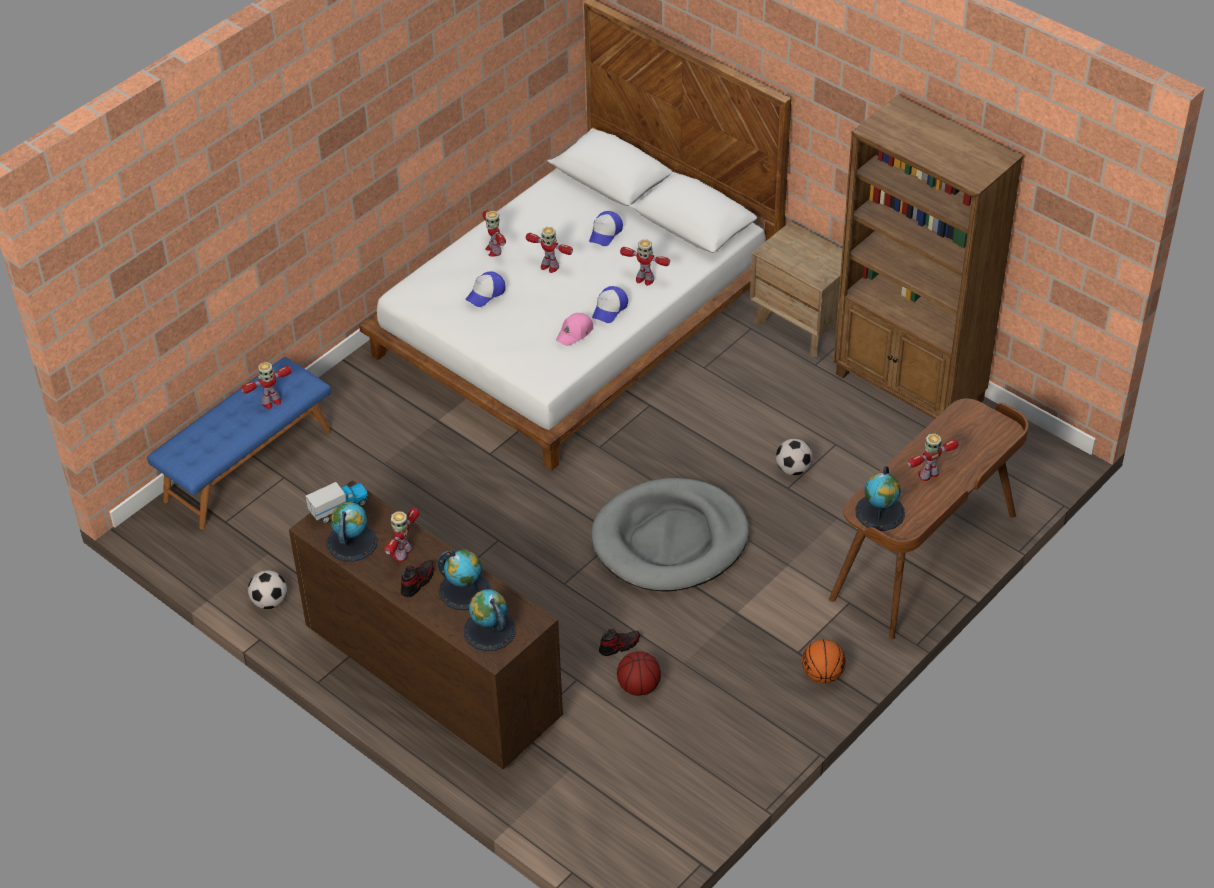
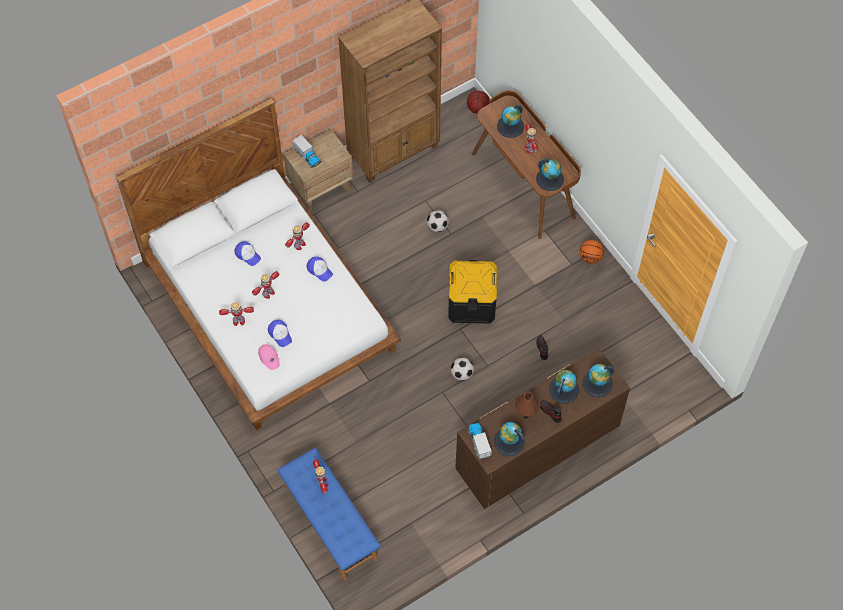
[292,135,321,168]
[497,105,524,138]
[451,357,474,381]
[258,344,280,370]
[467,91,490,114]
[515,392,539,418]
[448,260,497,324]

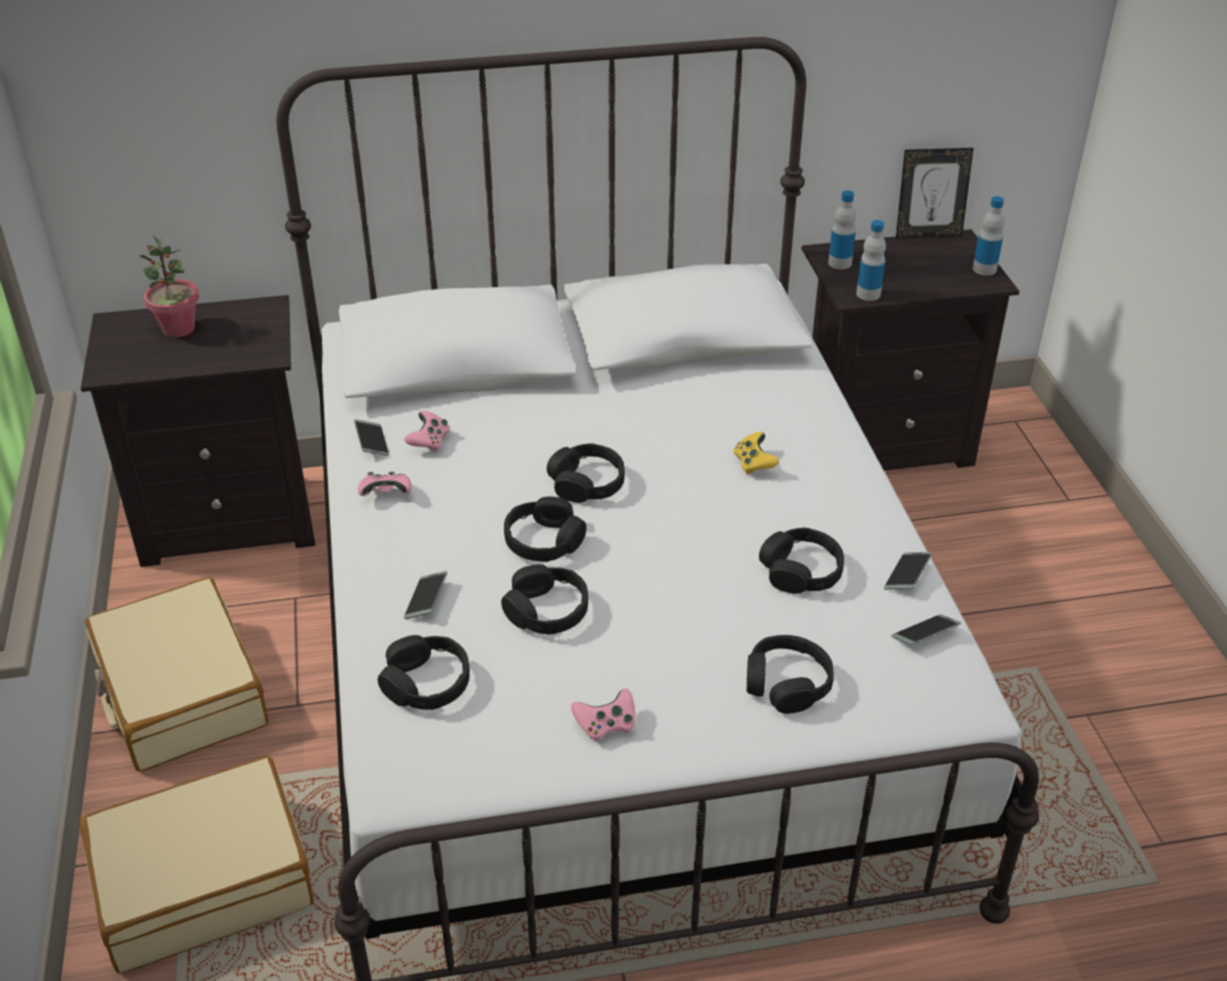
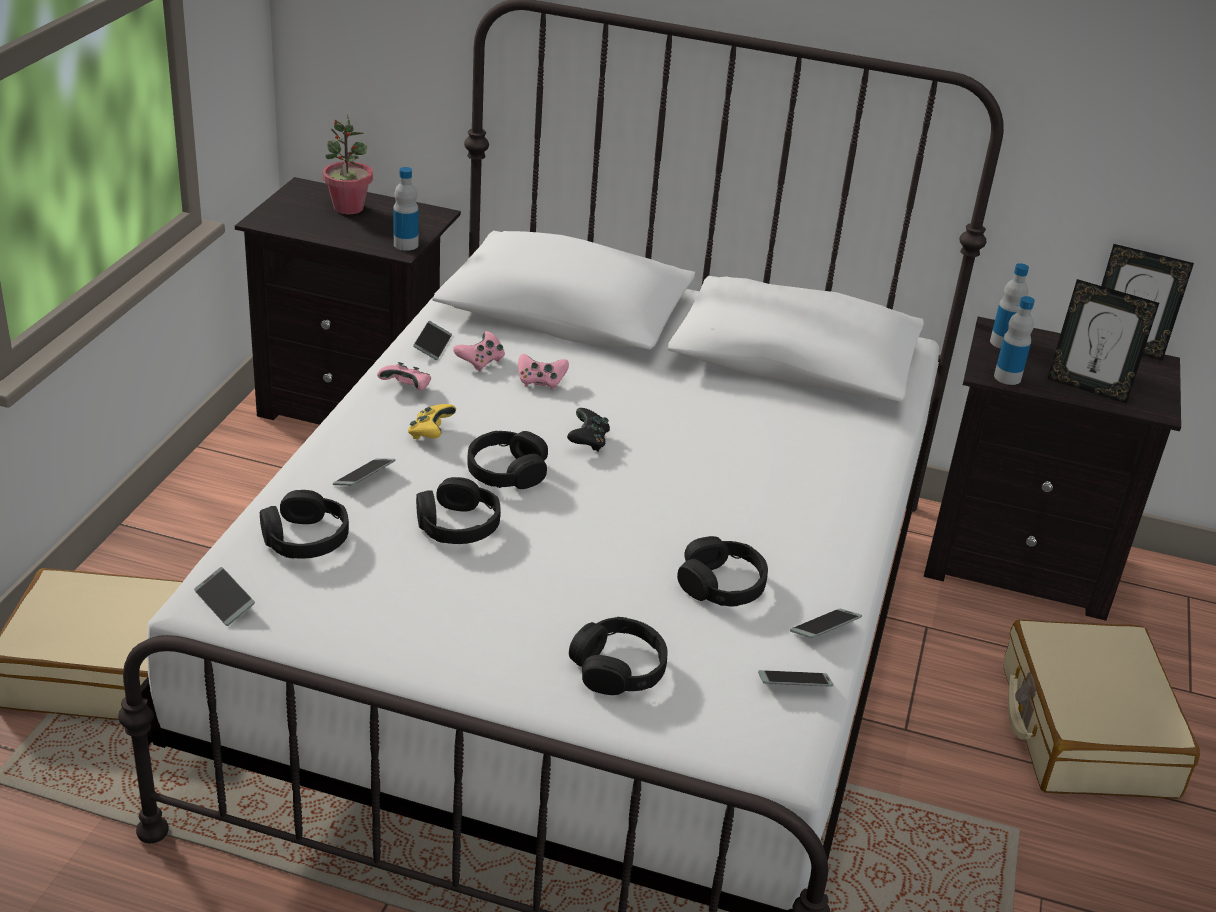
[194,567,255,626]
[1047,279,1159,404]
[1003,620,1200,799]
[518,354,569,390]
[408,404,456,440]
[393,167,418,251]
[567,408,610,451]

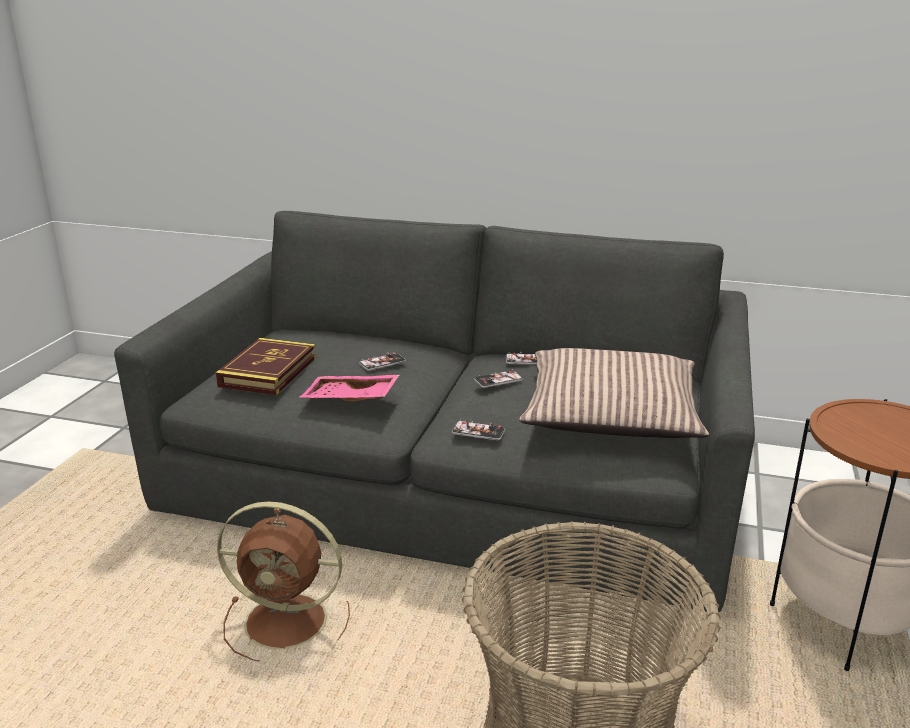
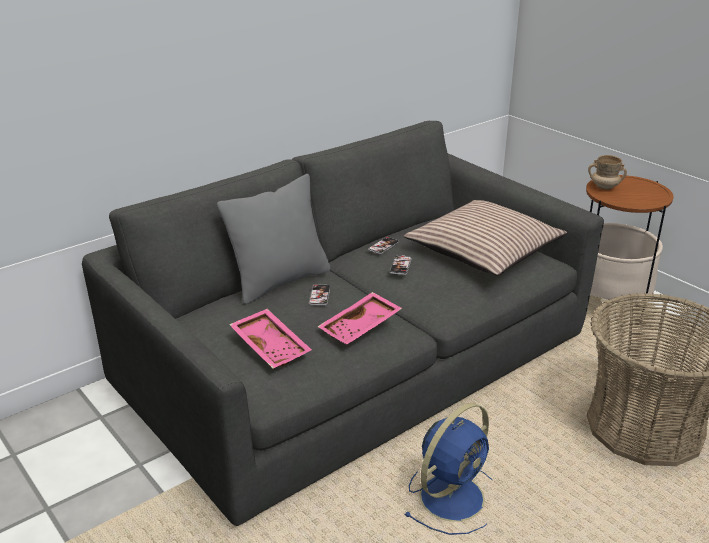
[452,420,505,440] (first image)
[217,174,330,304]
[588,155,627,190]
[229,309,312,368]
[404,403,492,535]

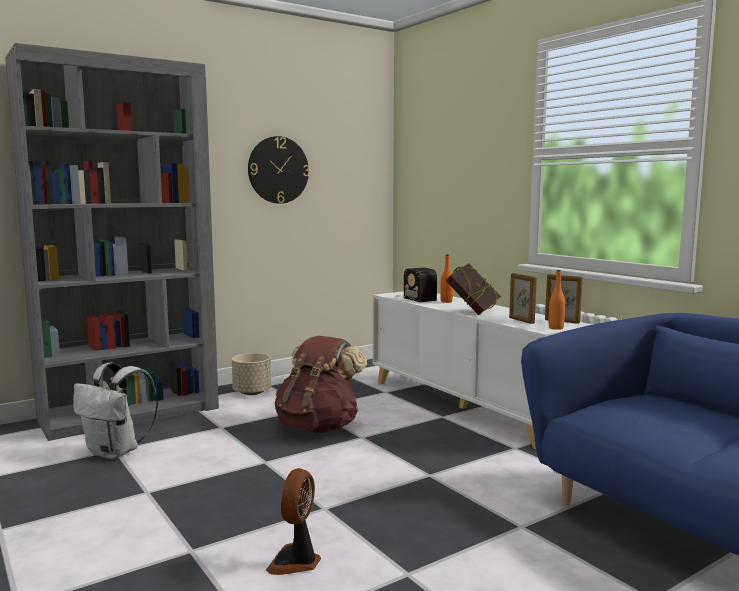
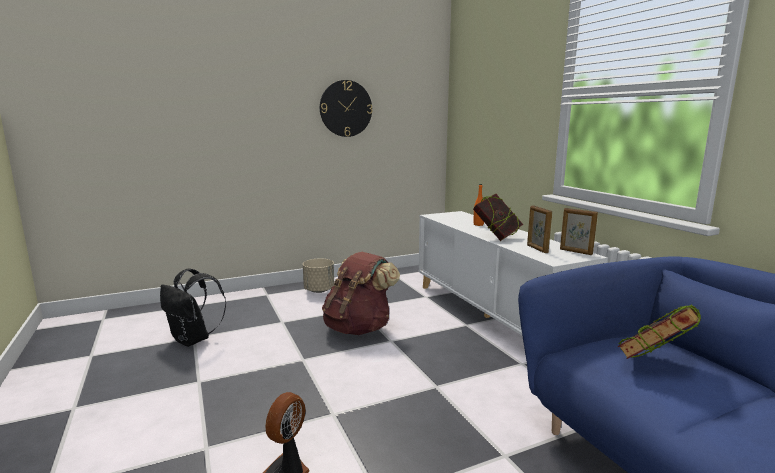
[5,43,219,441] (first image)
[396,268,437,302] (first image)
[549,270,565,330] (first image)
[618,305,701,359]
[160,268,226,347]

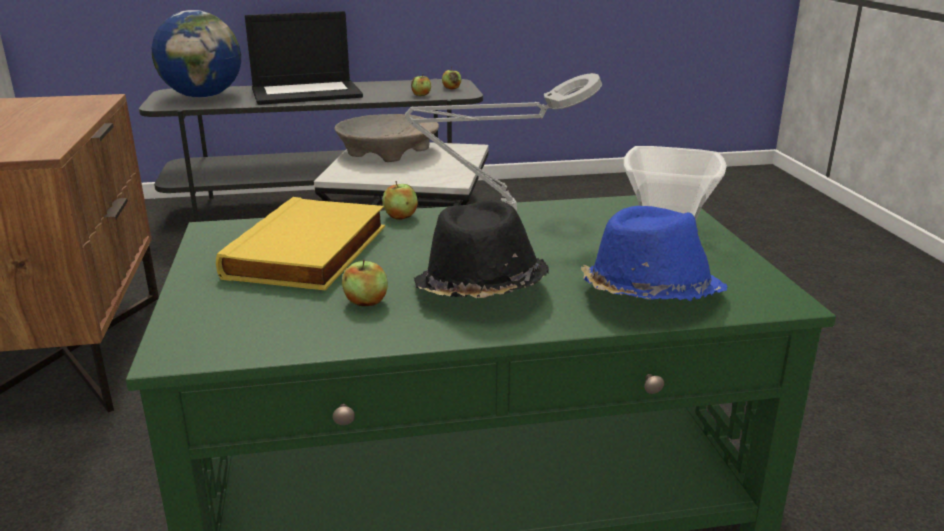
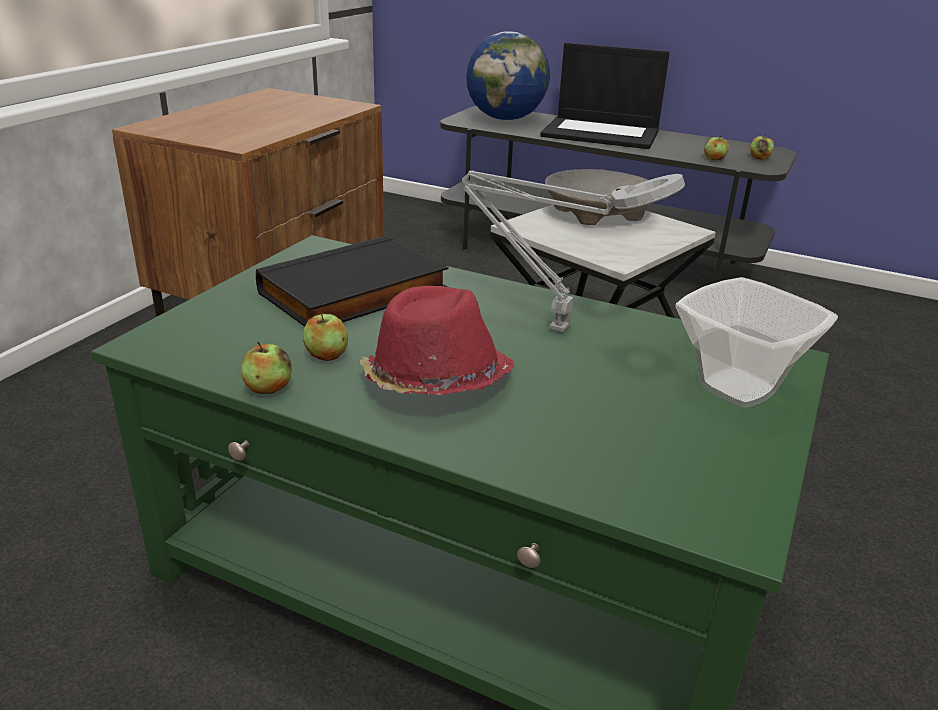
[581,206,727,301] (first image)
[241,342,292,394]
[256,235,449,327]
[359,286,514,396]

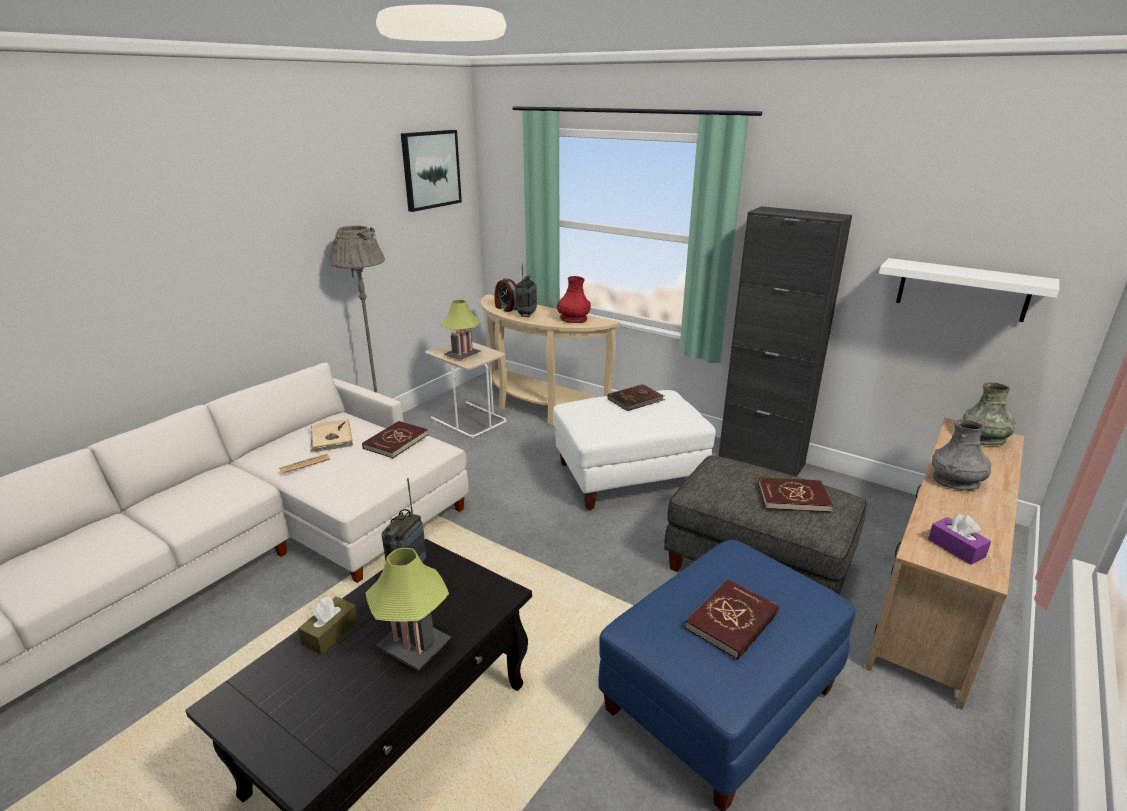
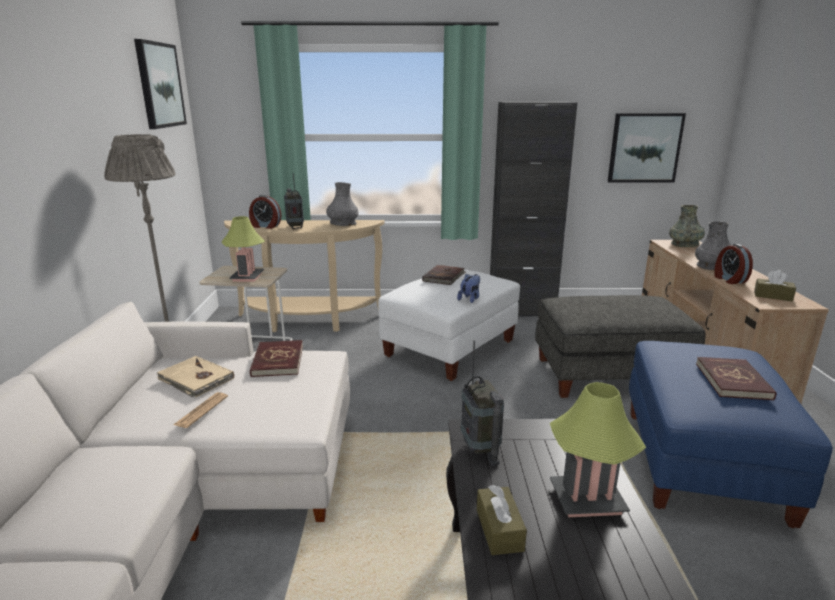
[758,477,833,512] (first image)
[457,274,480,303]
[714,244,753,284]
[608,113,686,183]
[326,182,358,226]
[754,270,796,301]

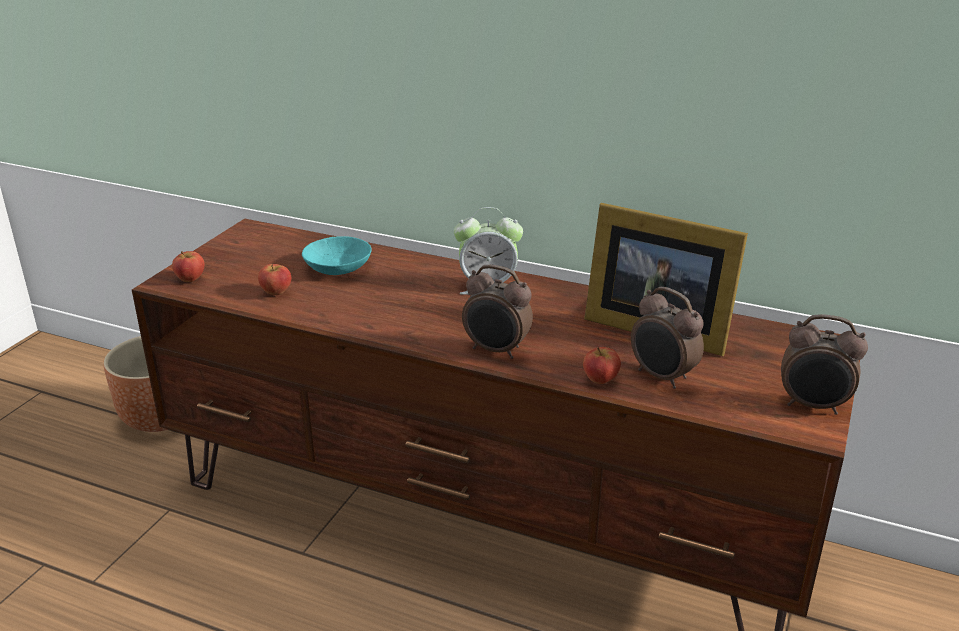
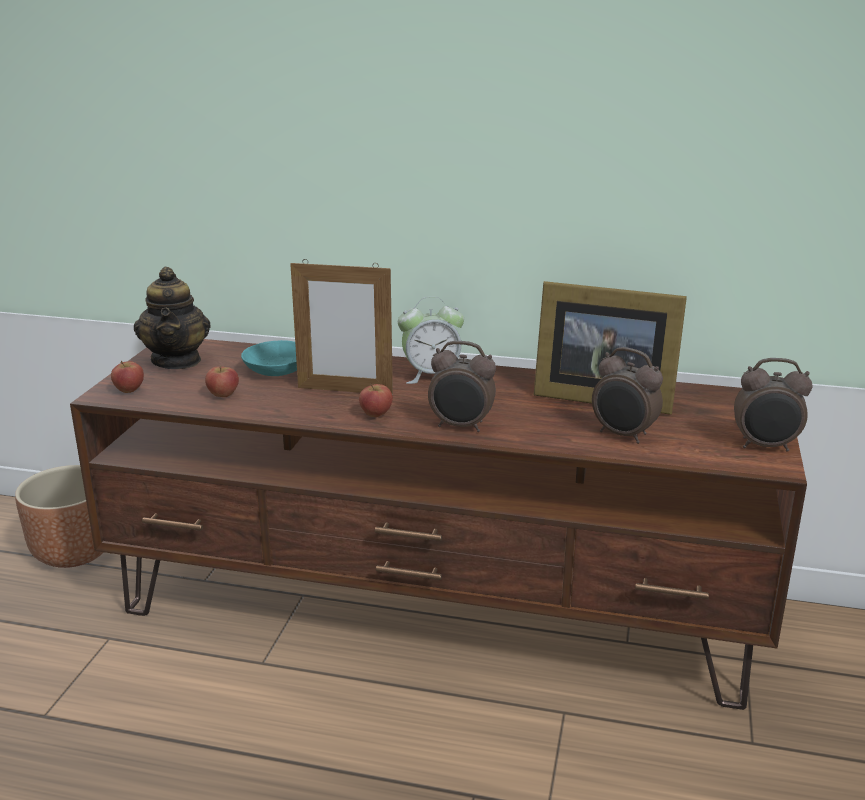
[134,267,210,369]
[290,259,393,395]
[359,383,393,417]

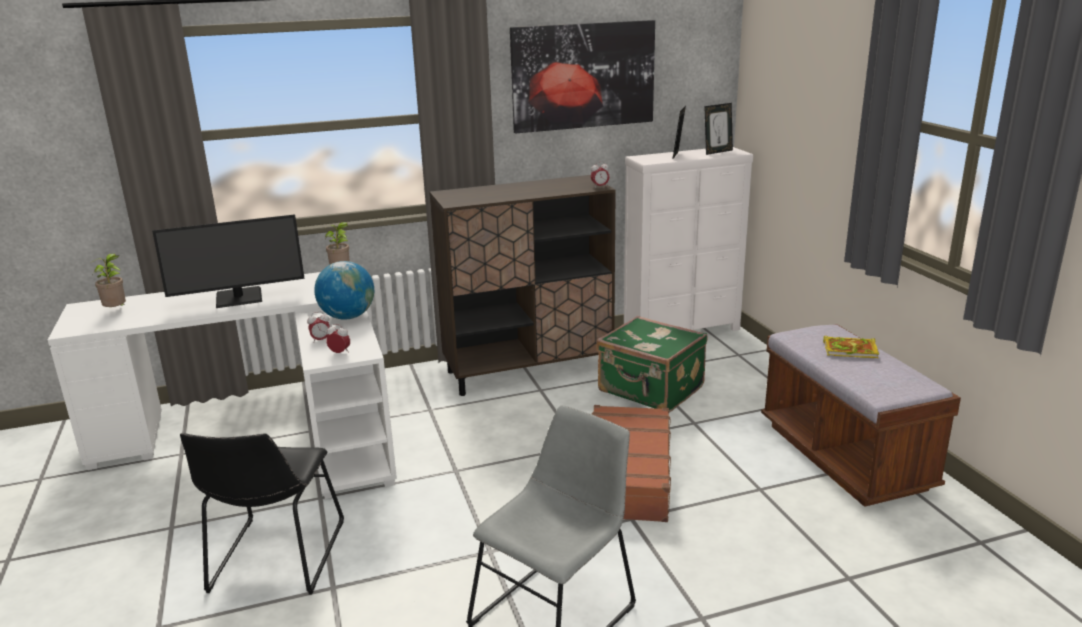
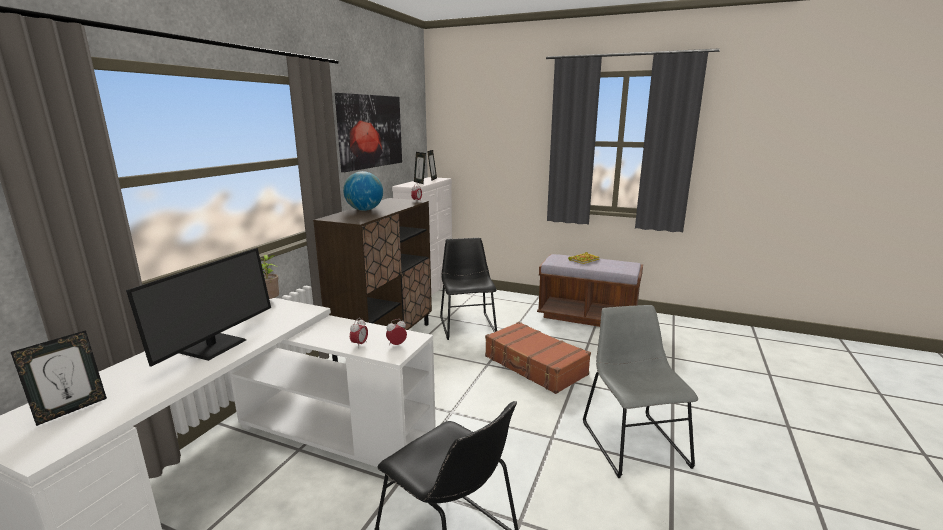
[343,171,383,211]
[11,330,107,426]
[440,238,497,340]

